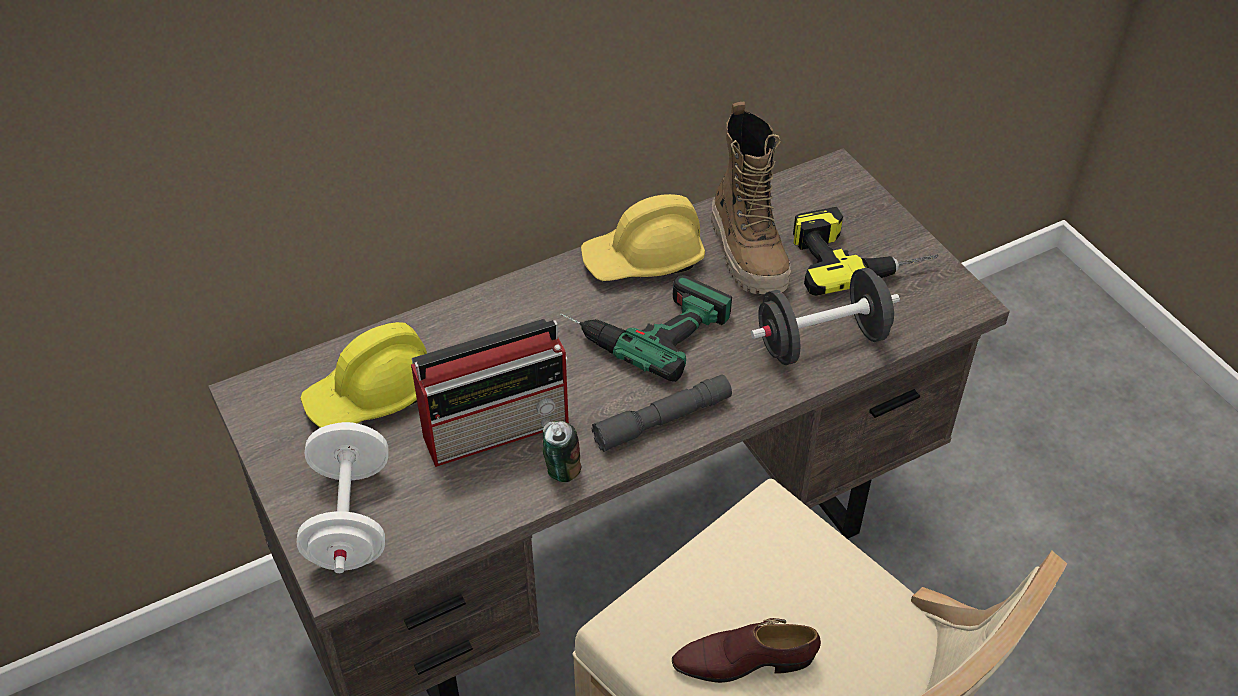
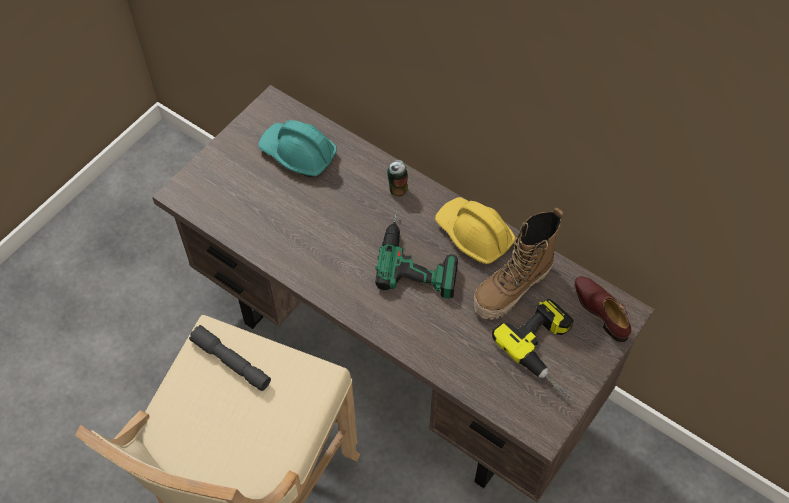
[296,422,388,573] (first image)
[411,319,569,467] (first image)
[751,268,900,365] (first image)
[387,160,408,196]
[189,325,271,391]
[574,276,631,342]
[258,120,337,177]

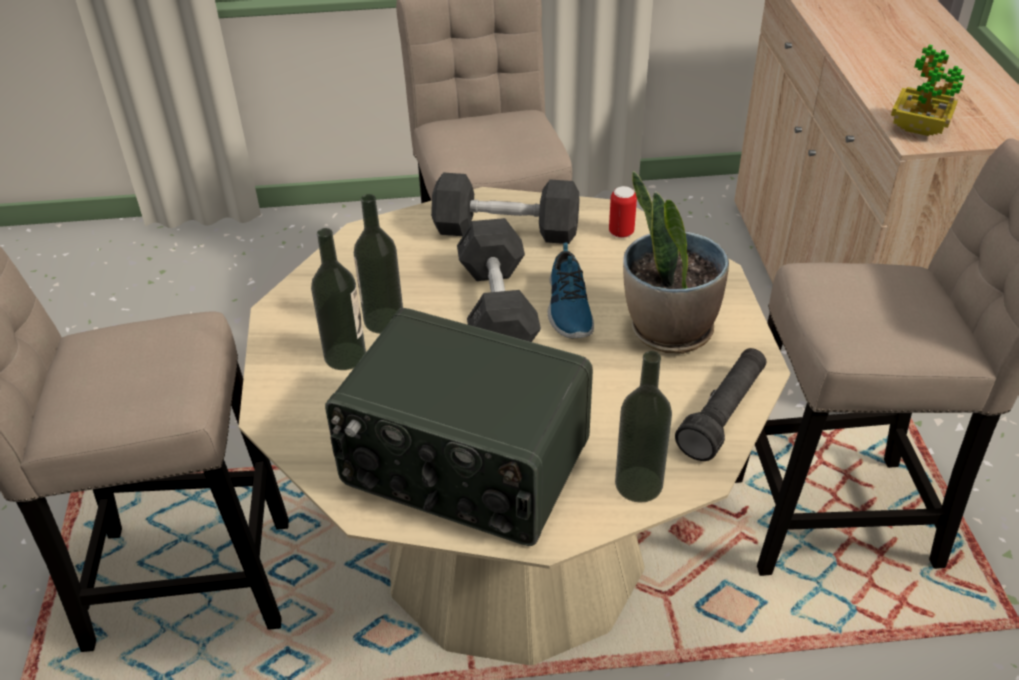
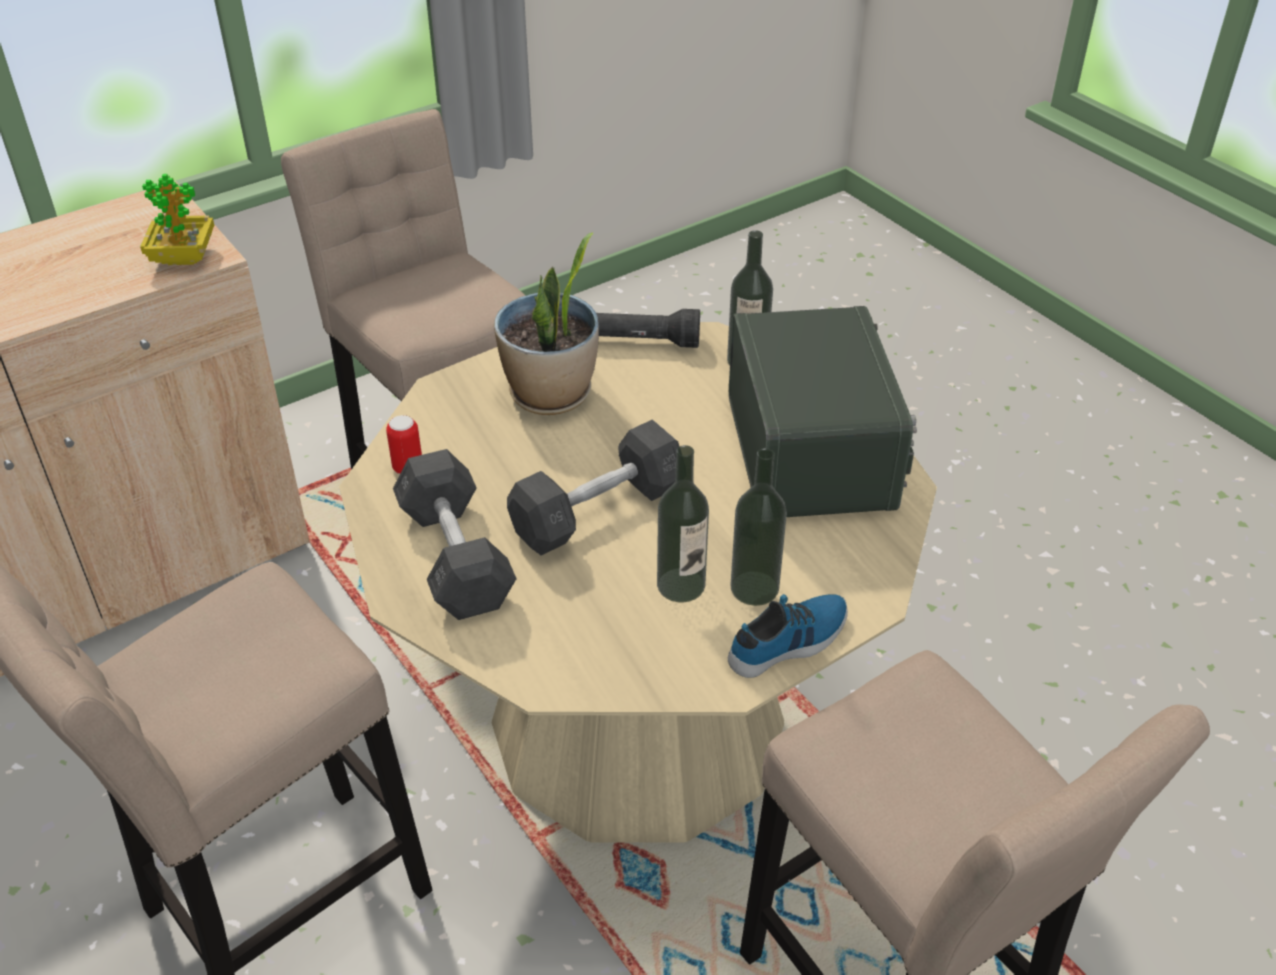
[728,594,848,678]

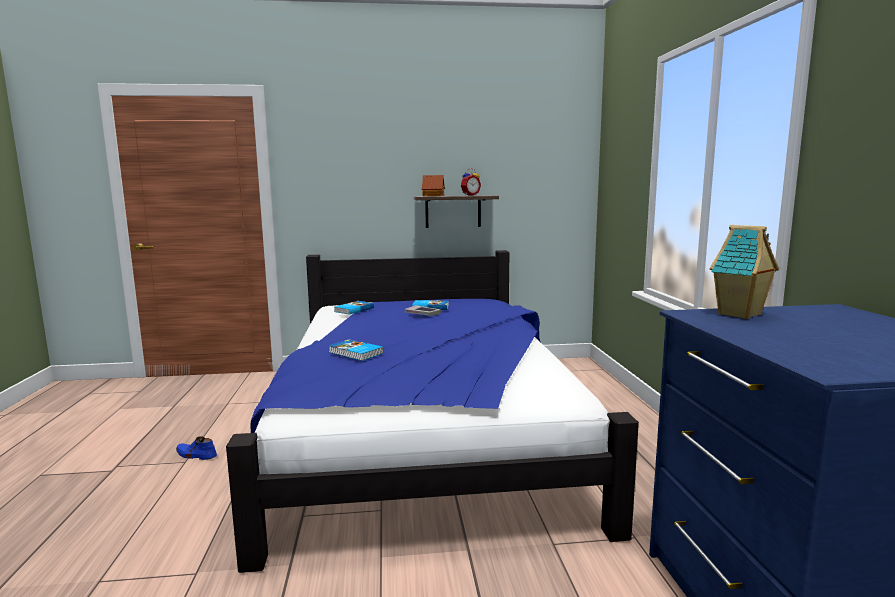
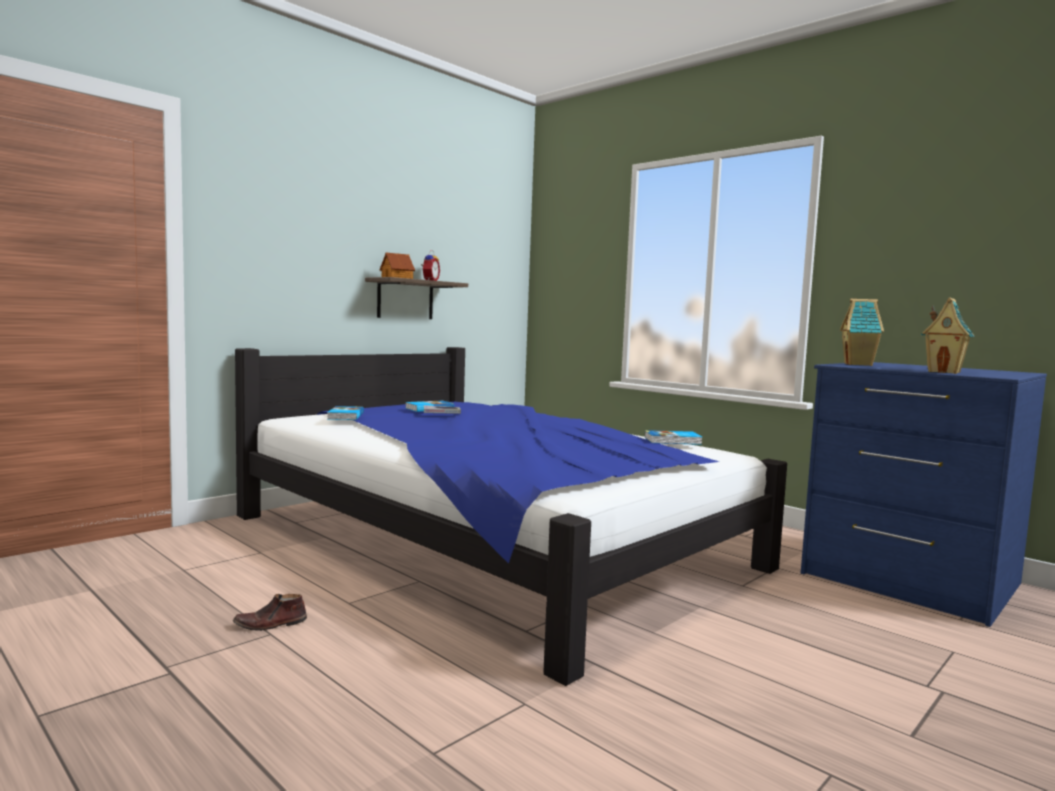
[921,297,975,374]
[645,430,702,445]
[233,594,307,631]

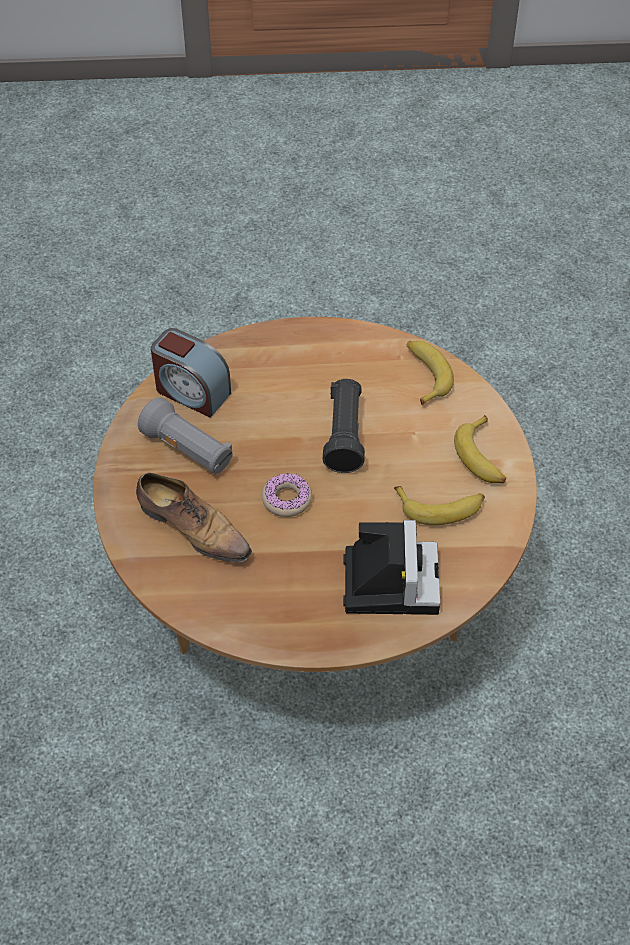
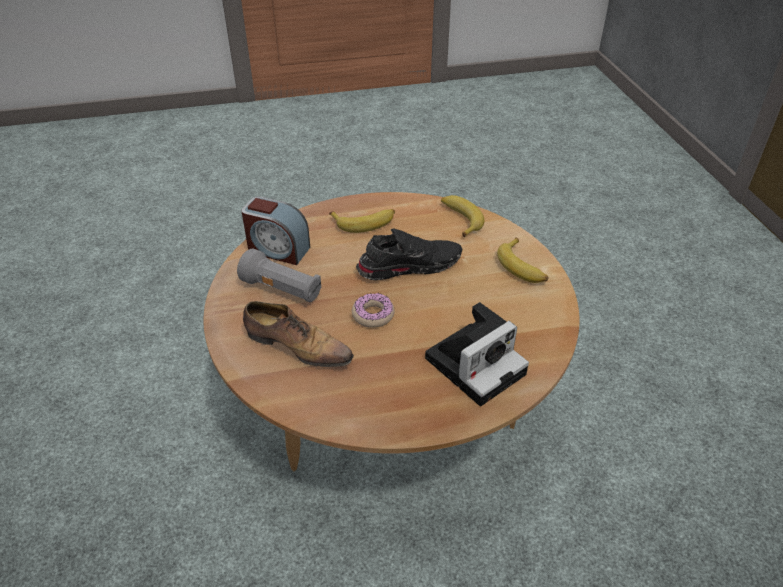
[329,209,395,233]
[356,228,462,280]
[425,302,529,406]

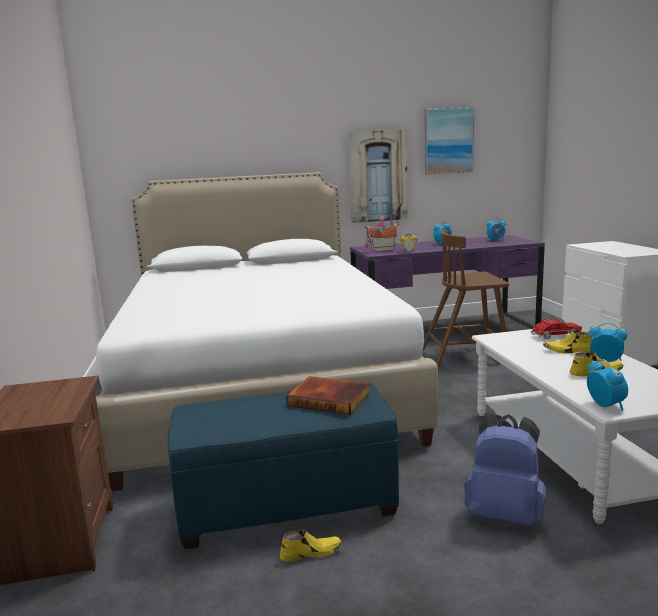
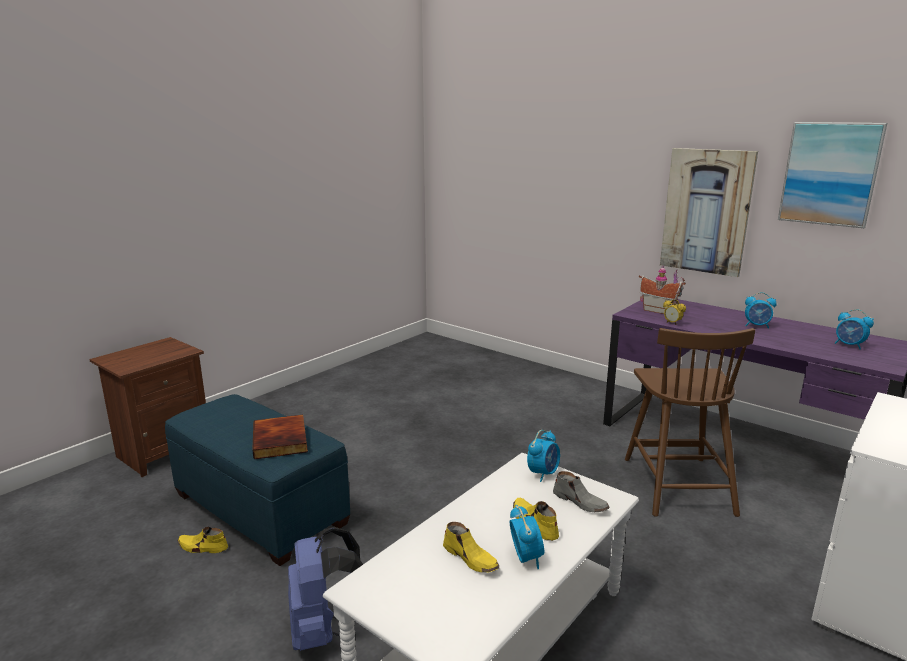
[96,172,438,492] (first image)
[527,430,560,482]
[553,471,609,512]
[177,527,228,553]
[625,328,755,517]

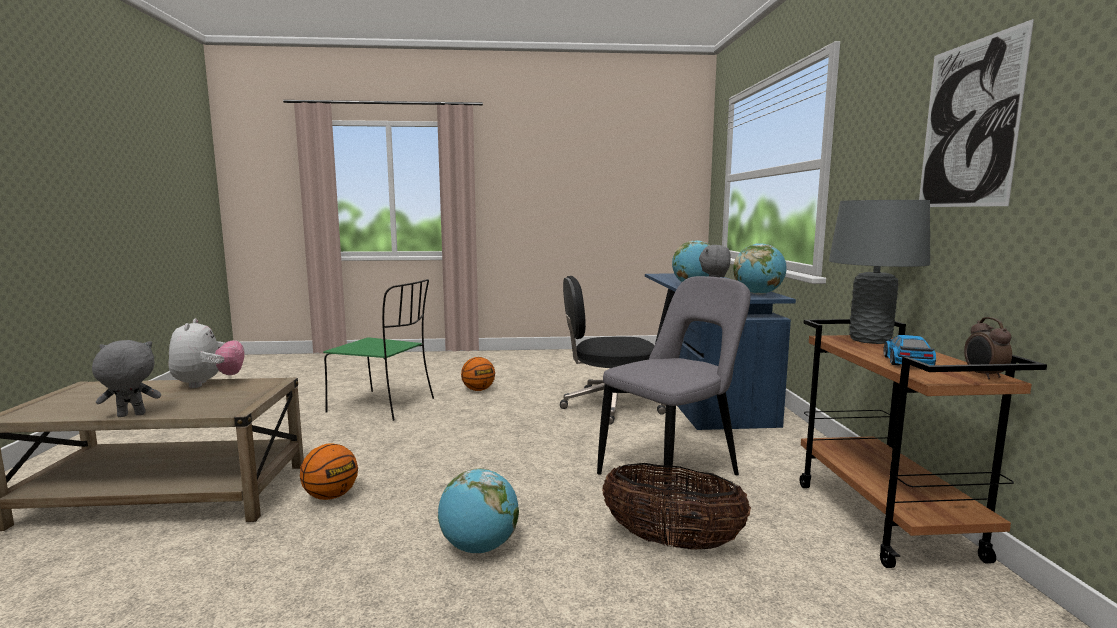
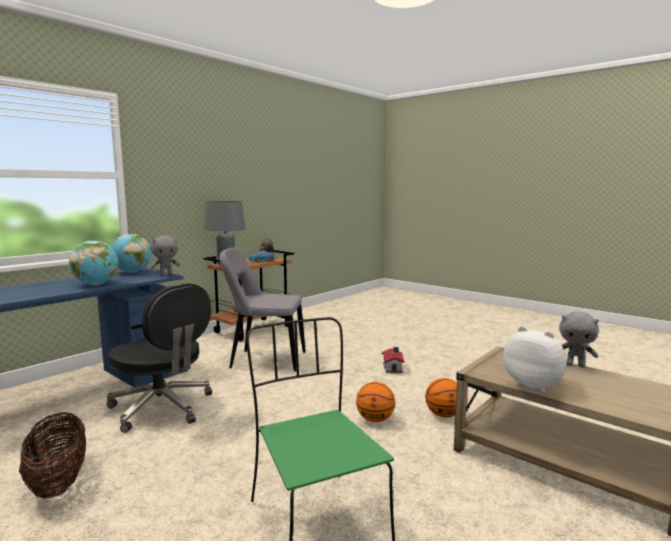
[919,19,1034,207] (first image)
[356,382,395,422]
[19,412,86,499]
[382,347,404,373]
[503,326,568,393]

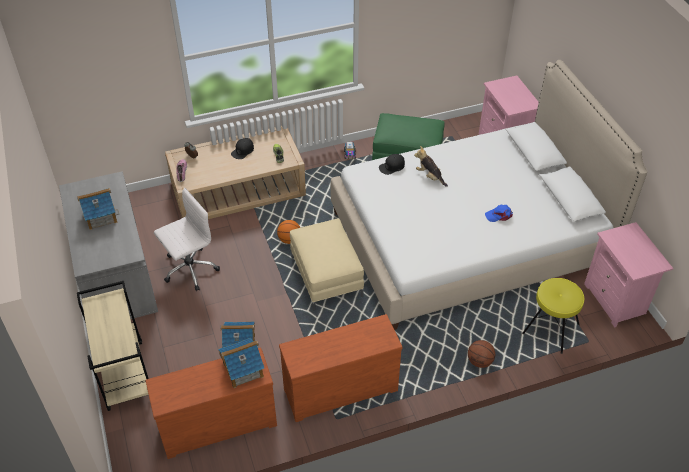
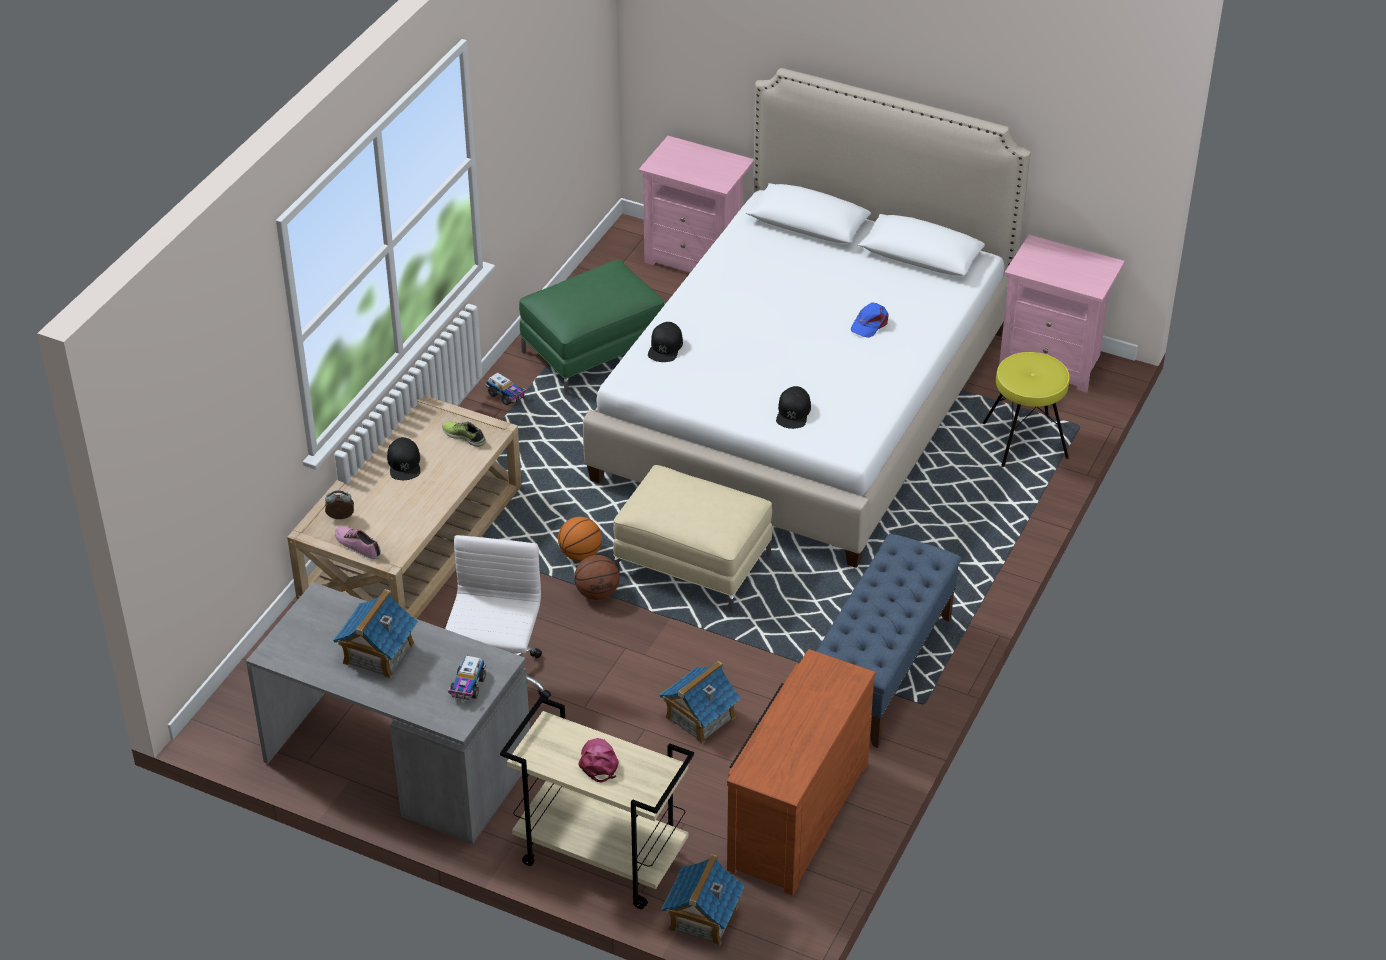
[414,146,448,187] (first image)
[448,656,486,700]
[579,738,619,782]
[776,386,811,429]
[661,854,745,946]
[574,555,620,600]
[816,534,961,748]

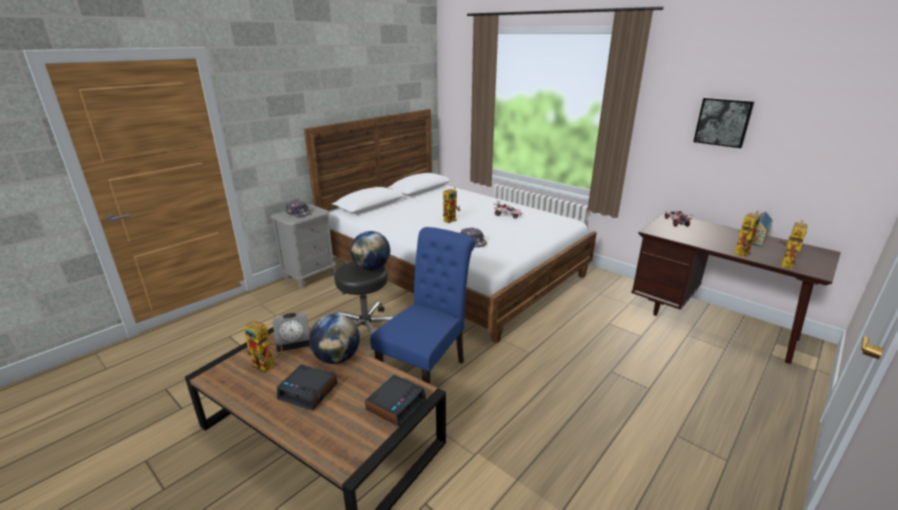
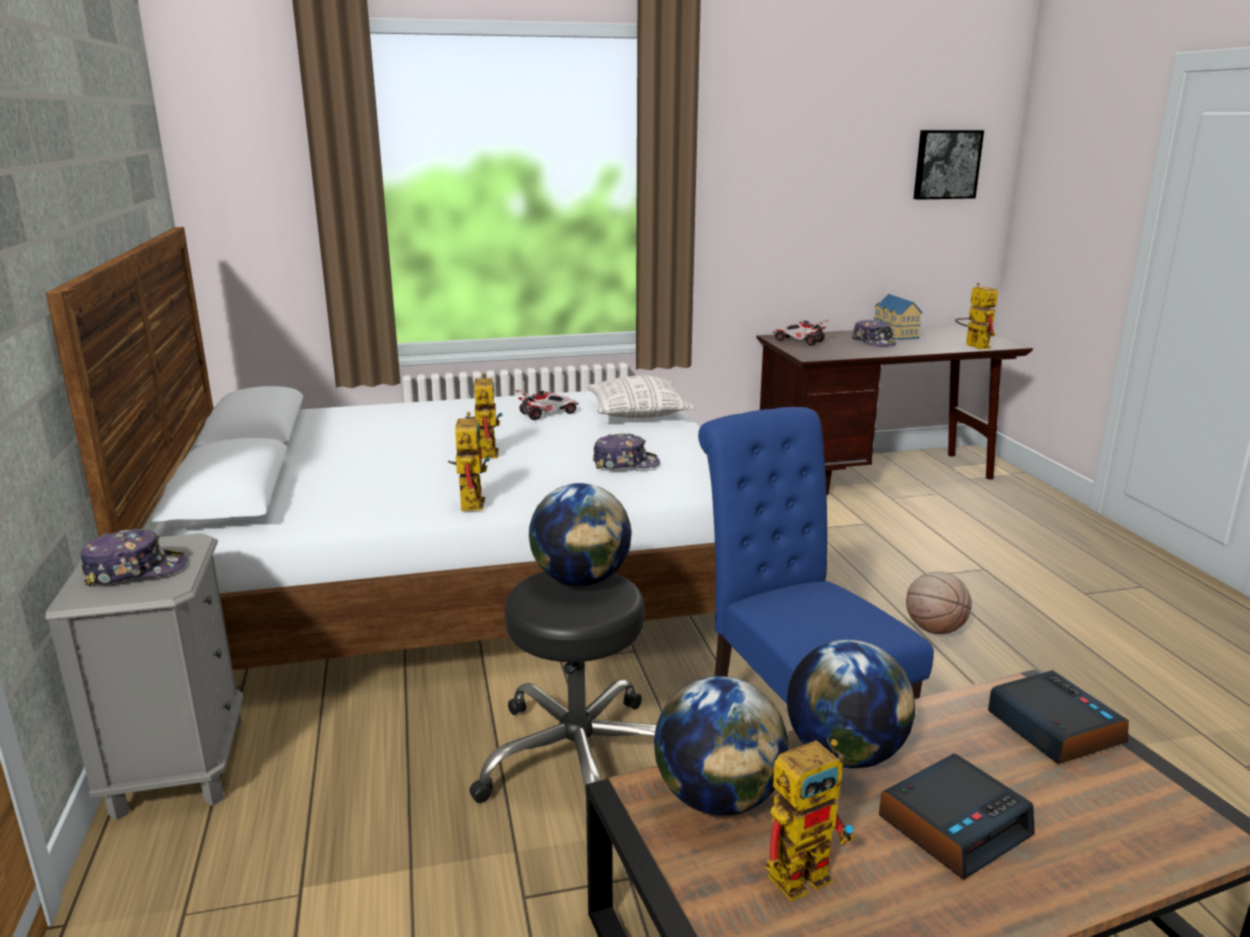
[586,375,695,418]
[852,319,896,347]
[906,572,972,634]
[913,130,984,200]
[448,412,490,511]
[654,676,788,816]

